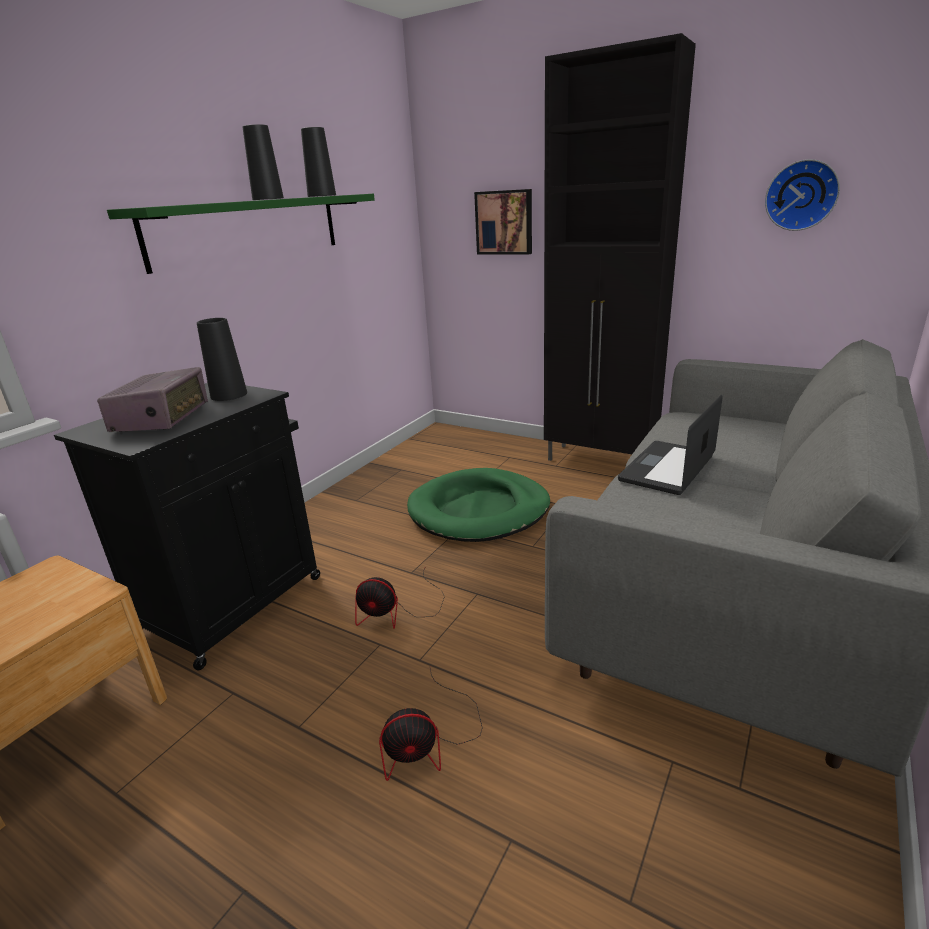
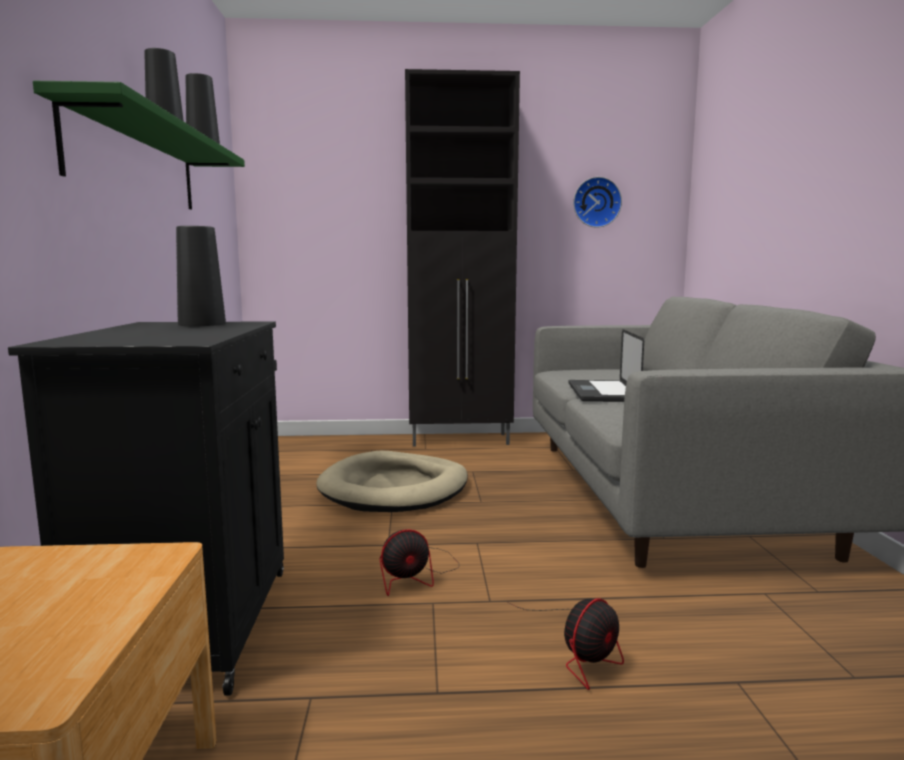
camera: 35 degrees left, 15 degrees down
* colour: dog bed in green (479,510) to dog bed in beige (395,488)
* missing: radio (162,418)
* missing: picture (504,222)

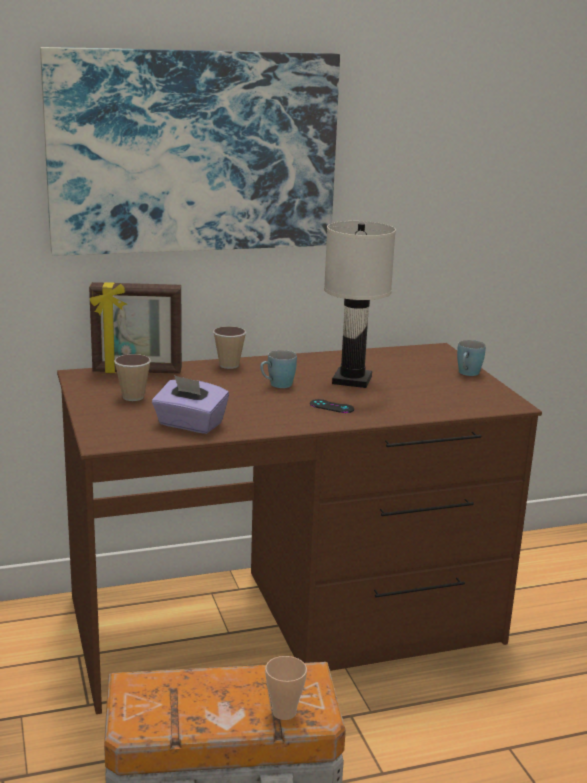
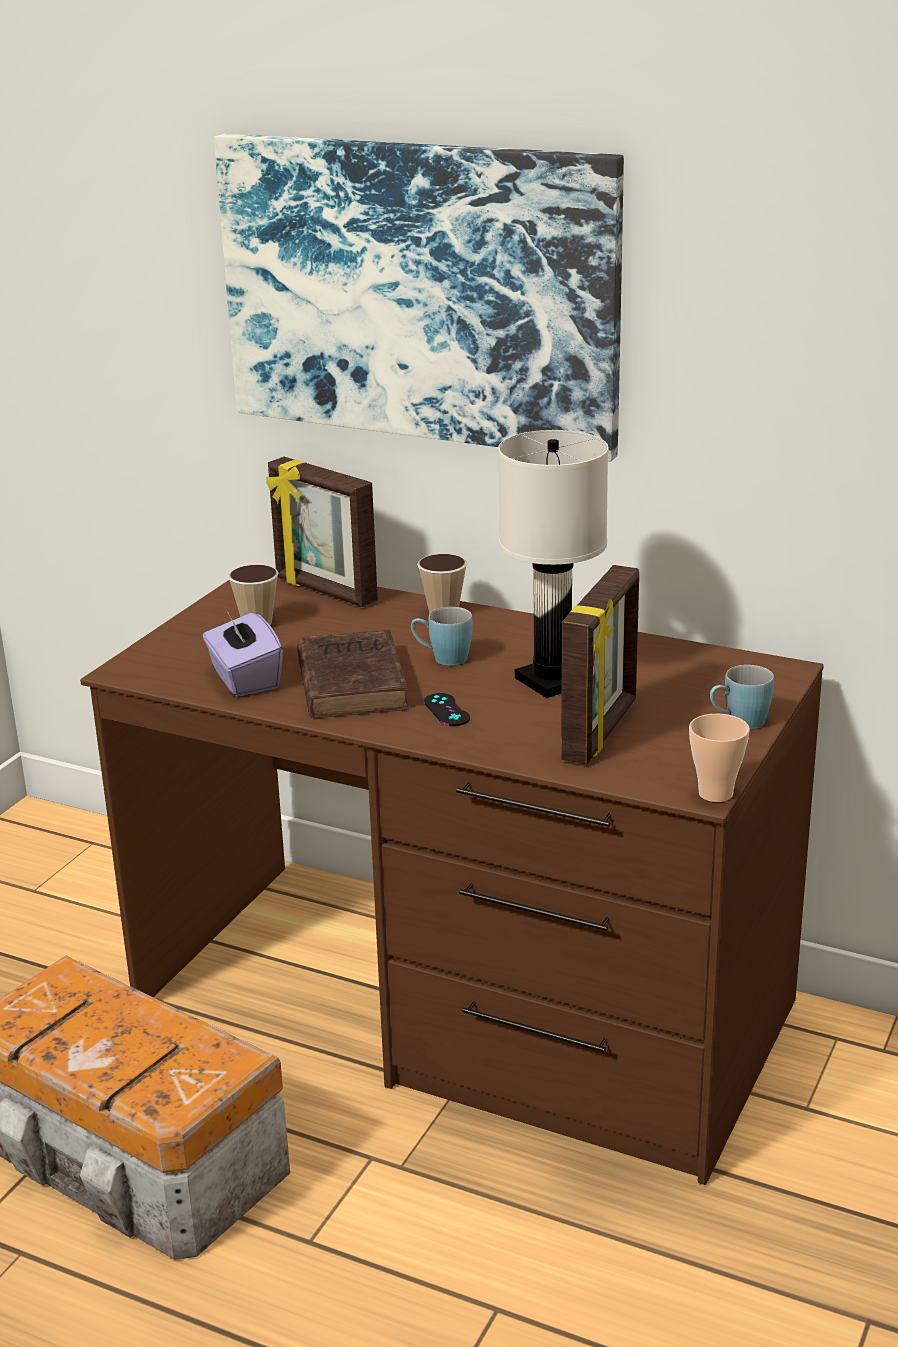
camera: 45 degrees right, 5 degrees up
* appeared: book in brown (351,681)
* appeared: picture frame (601,731)
* relocated: cup (284,712) to (715,794)

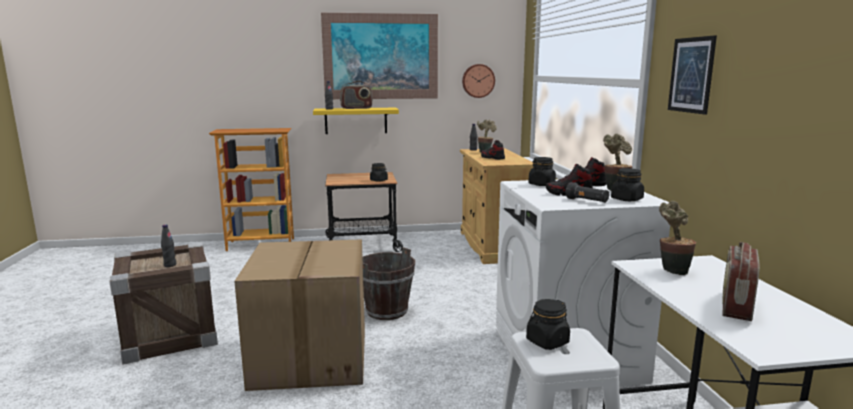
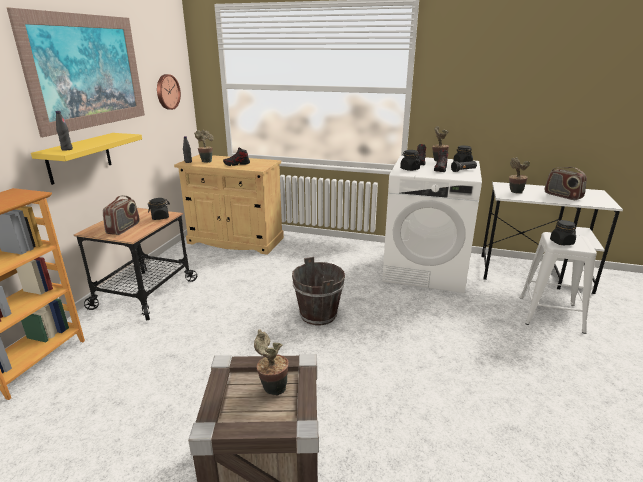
camera: 65 degrees left, 10 degrees up
* relocated: radio (356,108) to (124,228)
* exchanged: bottle in black (170,265) to potted plant (272,388)
* missing: cardboard box (312,358)
* missing: picture (691,75)

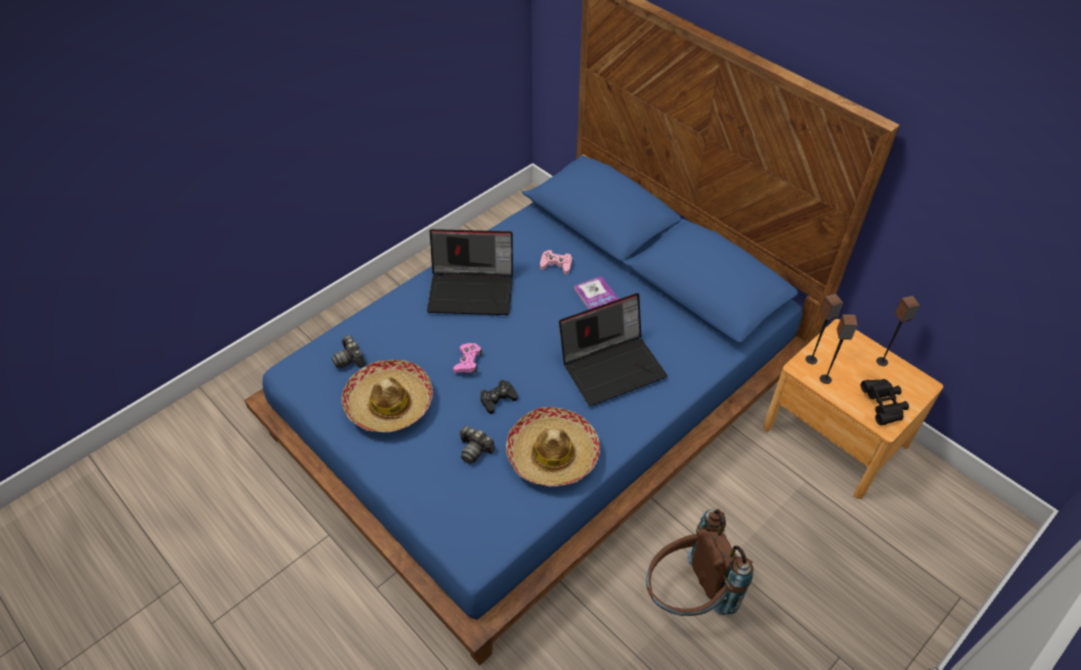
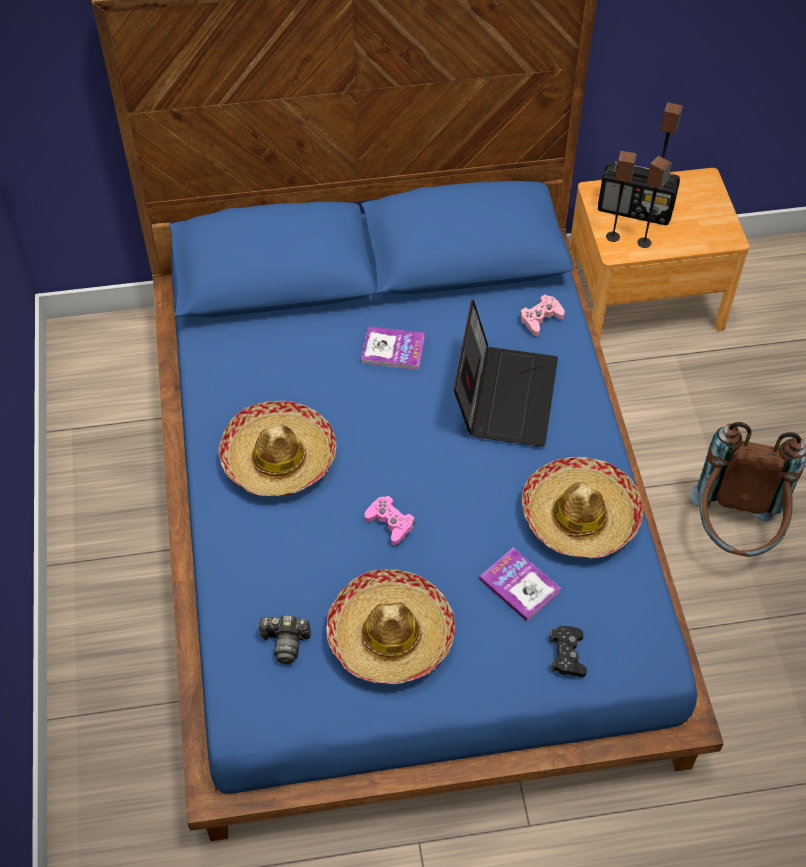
camera: 55 degrees left, 5 degrees up
* exchanged: laptop (472,290) to hat (279,458)
* exchanged: photo camera (475,450) to book (519,585)
* relocated: game controller in pink (556,265) to (540,318)
* relocated: game controller in black (498,399) to (567,655)
* appeared: radio (635,210)
* missing: binoculars in black (883,406)

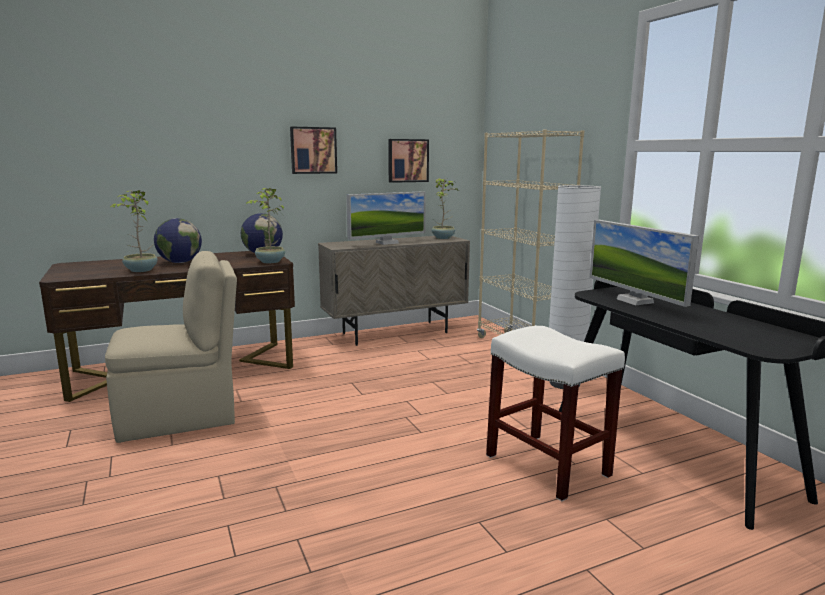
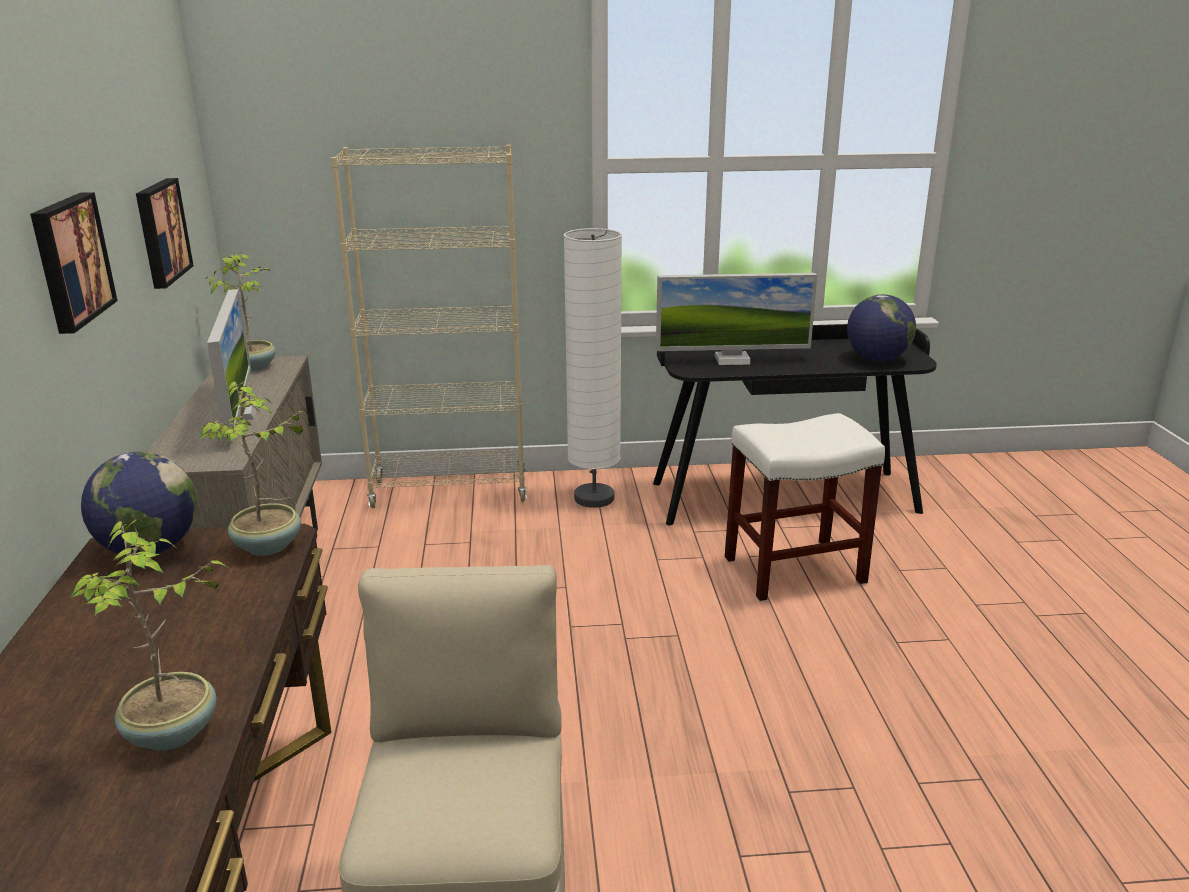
camera: 70 degrees left, 10 degrees up
* relocated: globe (180,262) to (877,359)

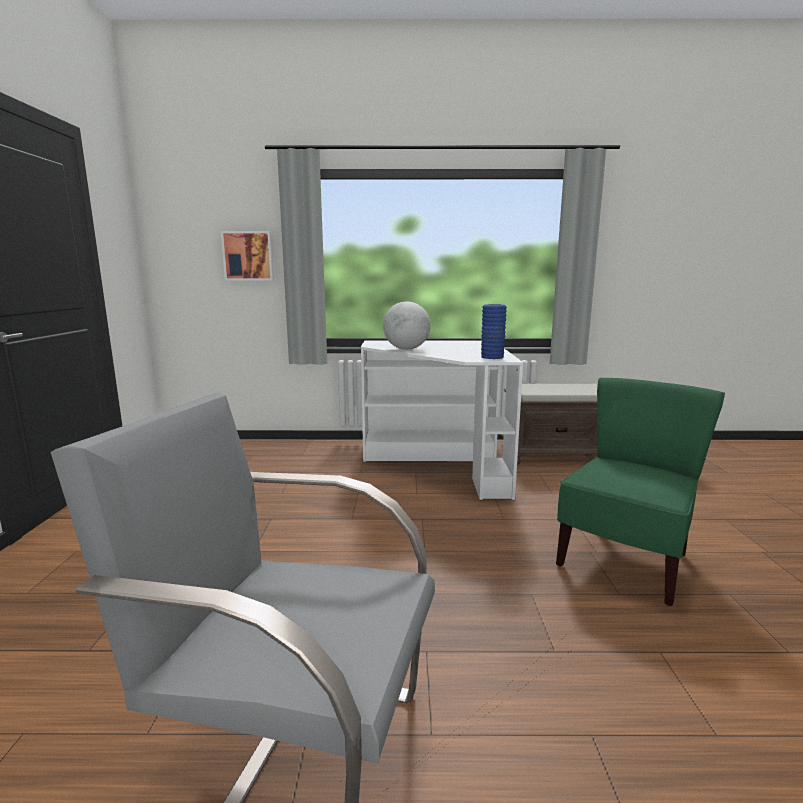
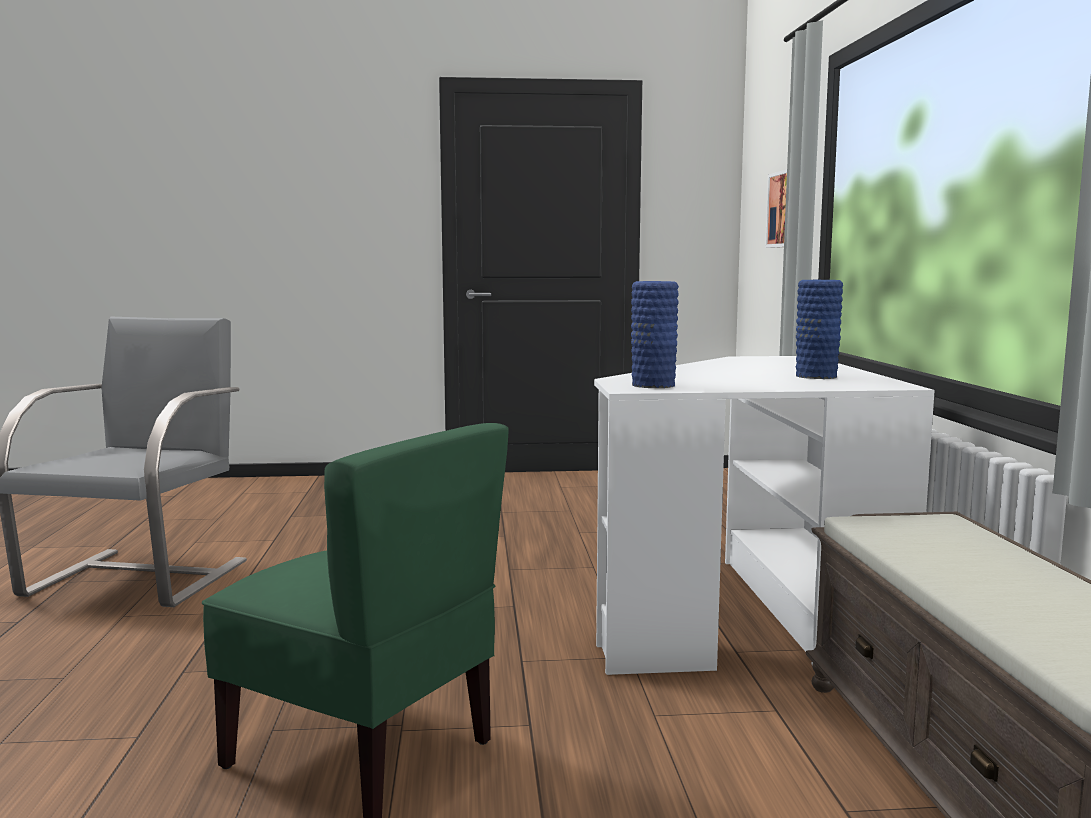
camera: 85 degrees right, 5 degrees down
* appeared: vase in blue (816,376)
* missing: globe (406,349)

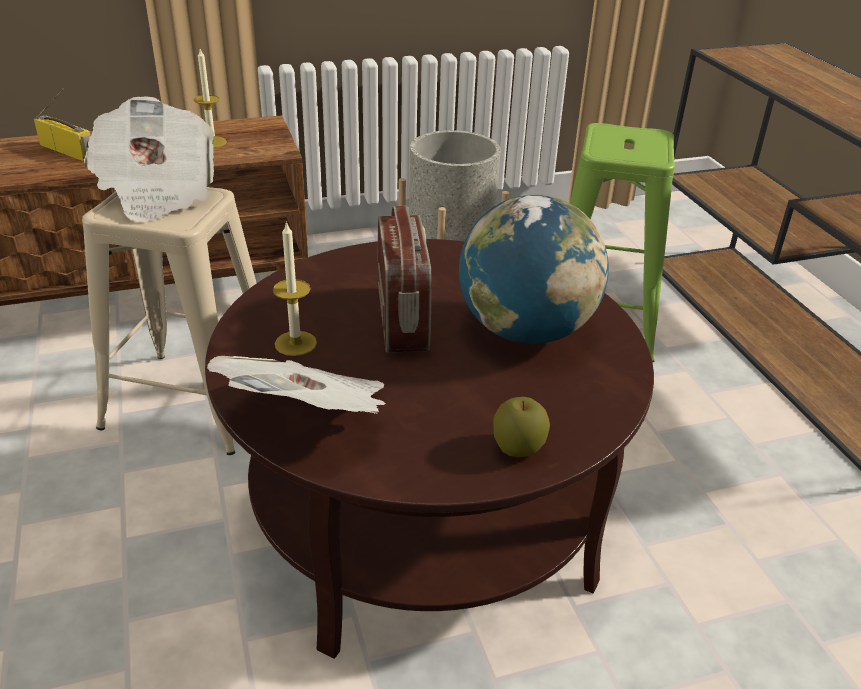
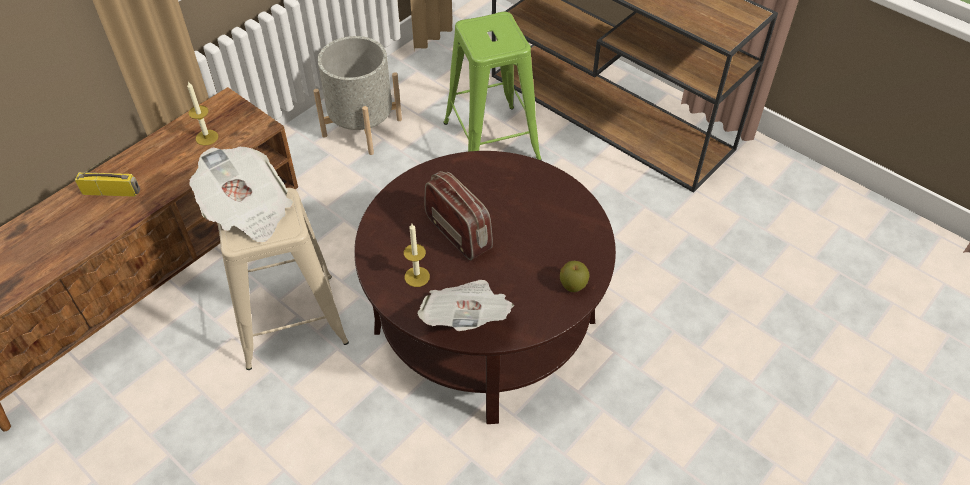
camera: 30 degrees left, 15 degrees up
* missing: globe (525,331)

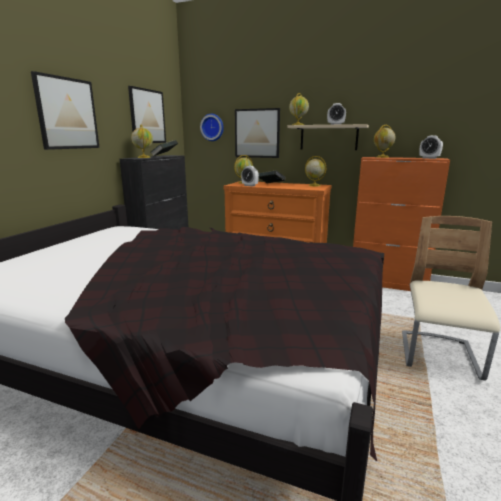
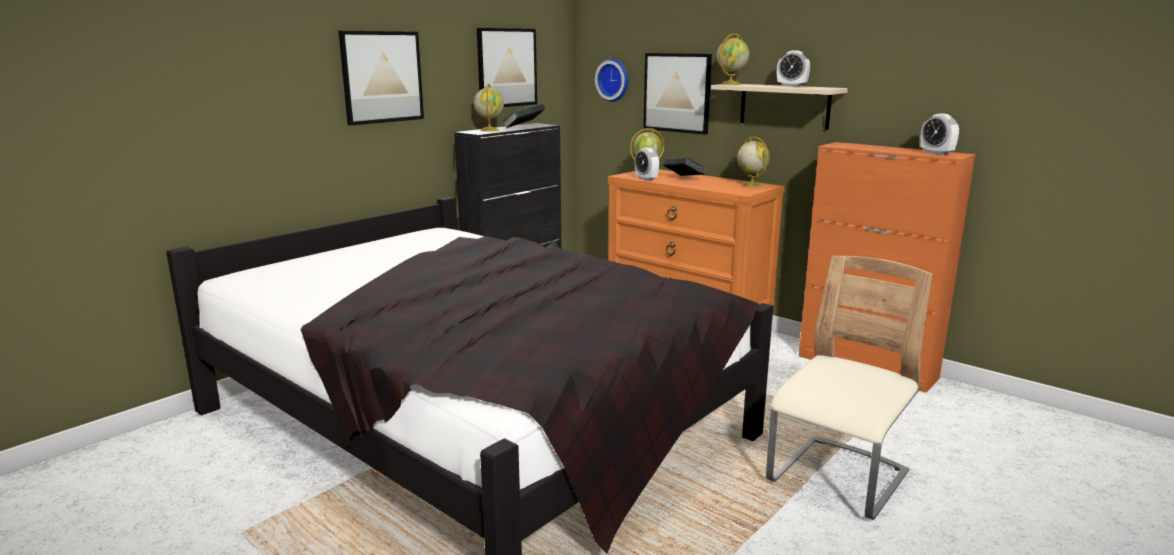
camera: 20 degrees right, 0 degrees up
* missing: globe (382,157)

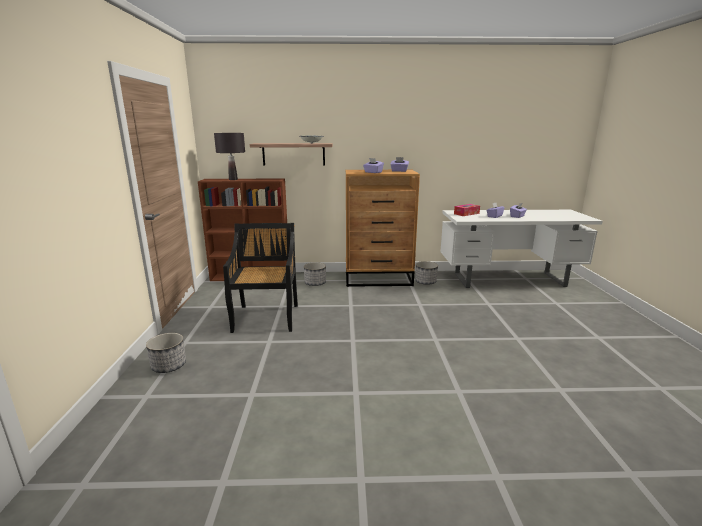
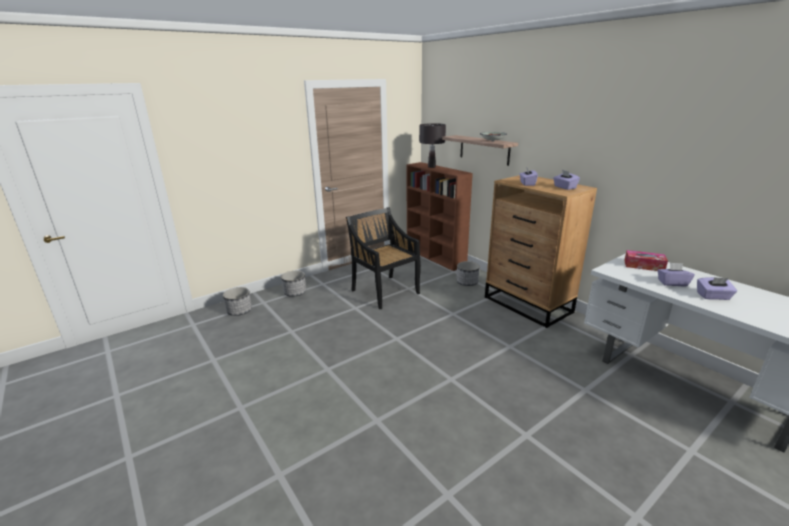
camera: 55 degrees right, 5 degrees up
* relocated: planter (425,282) to (239,311)
* spun: chair in black (266,317) = (384,291) 90 degrees counterclockwise

